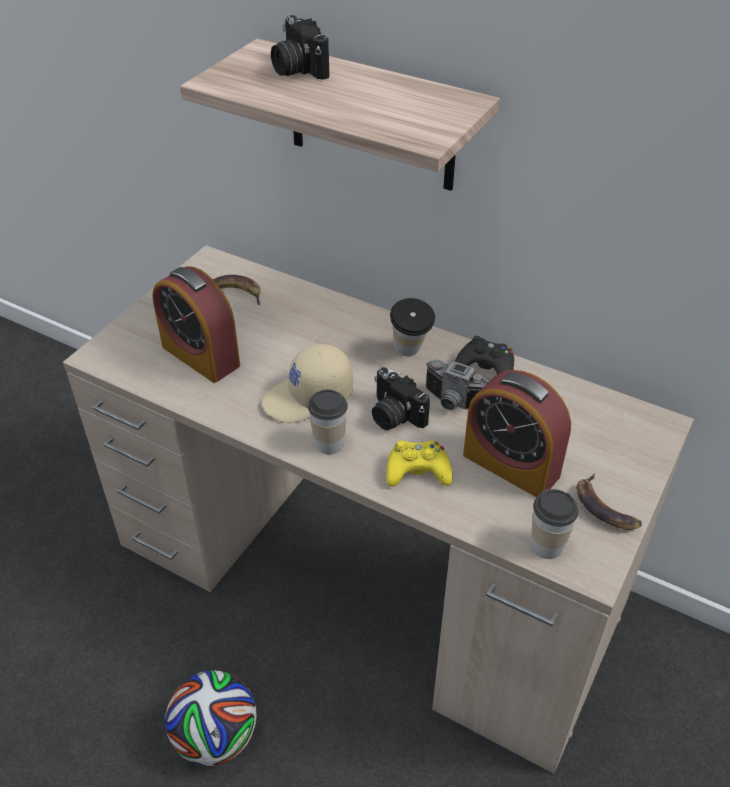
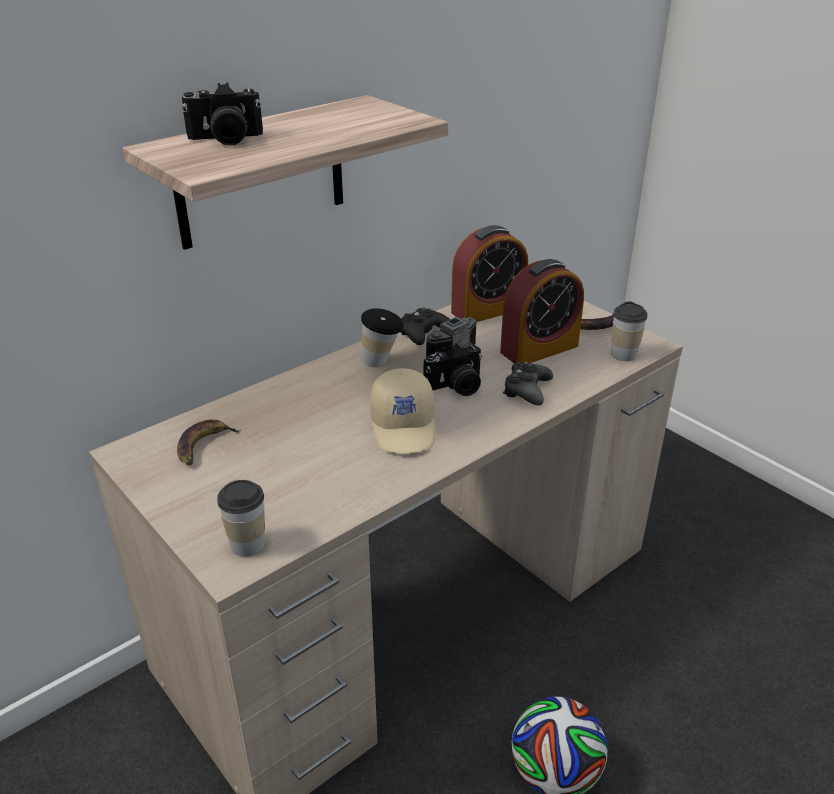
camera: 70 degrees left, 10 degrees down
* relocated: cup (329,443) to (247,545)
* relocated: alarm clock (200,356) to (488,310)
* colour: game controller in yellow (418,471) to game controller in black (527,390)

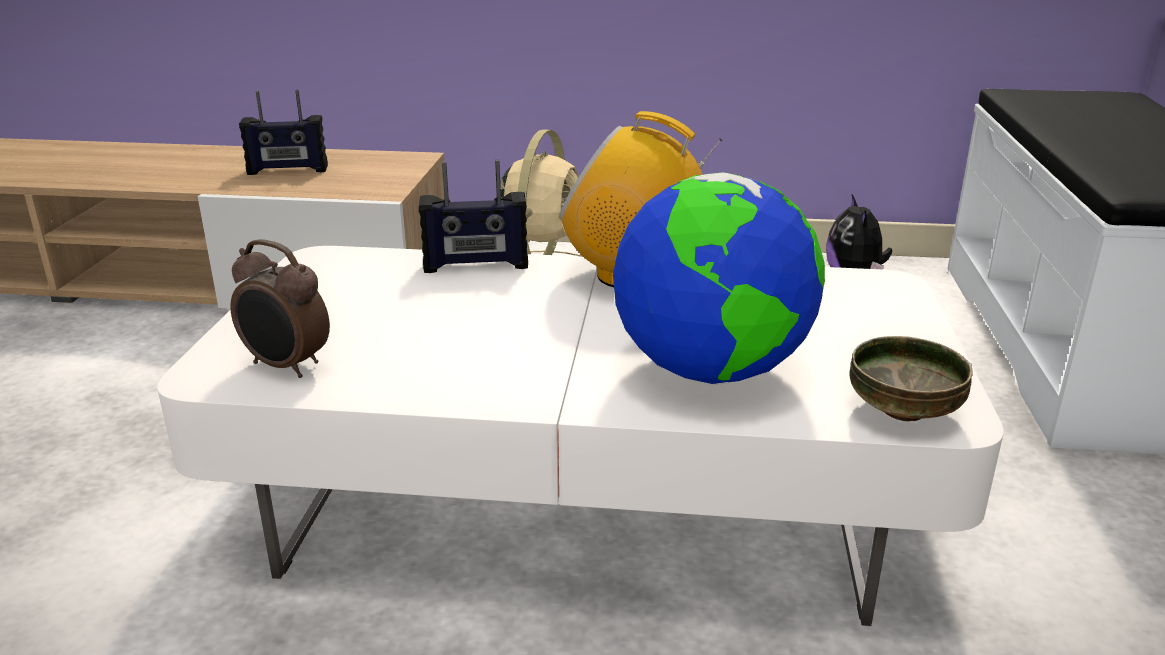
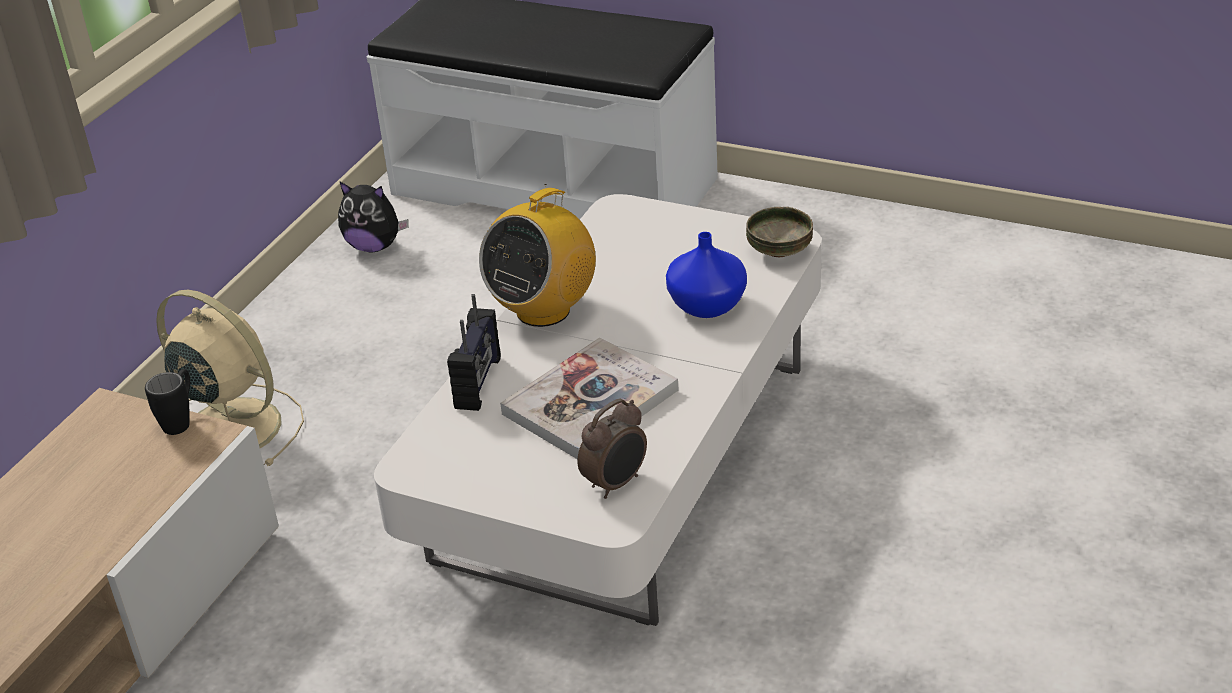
camera: 70 degrees left, 10 degrees up
* appeared: mug in black (181,420)
* appeared: book (590,402)
* exchanged: globe (711,371) to vase in blue (706,305)
* missing: radio (288,170)

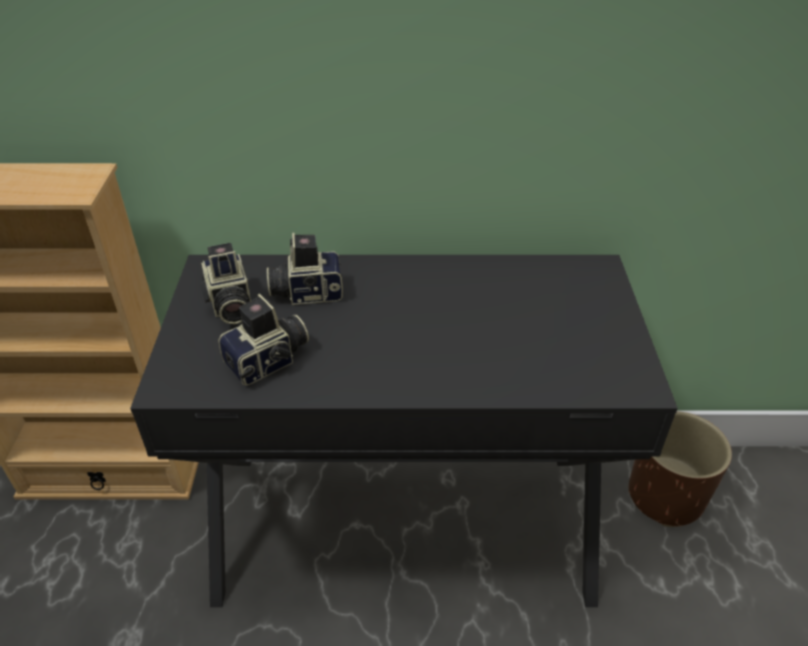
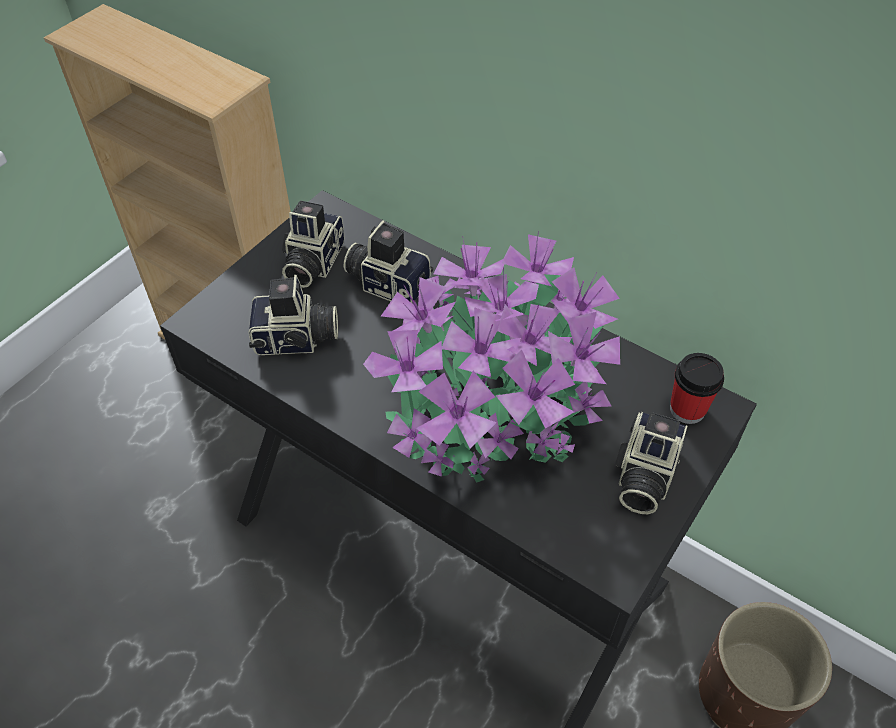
camera: 35 degrees right, 10 degrees up
* appeared: potted plant (490,407)
* appeared: photo camera (643,475)
* appeared: cup (687,409)

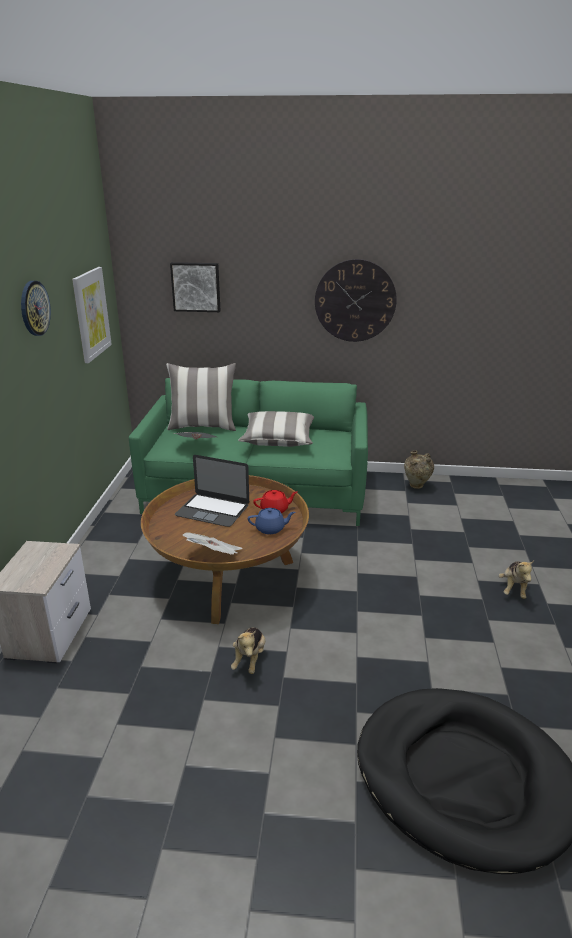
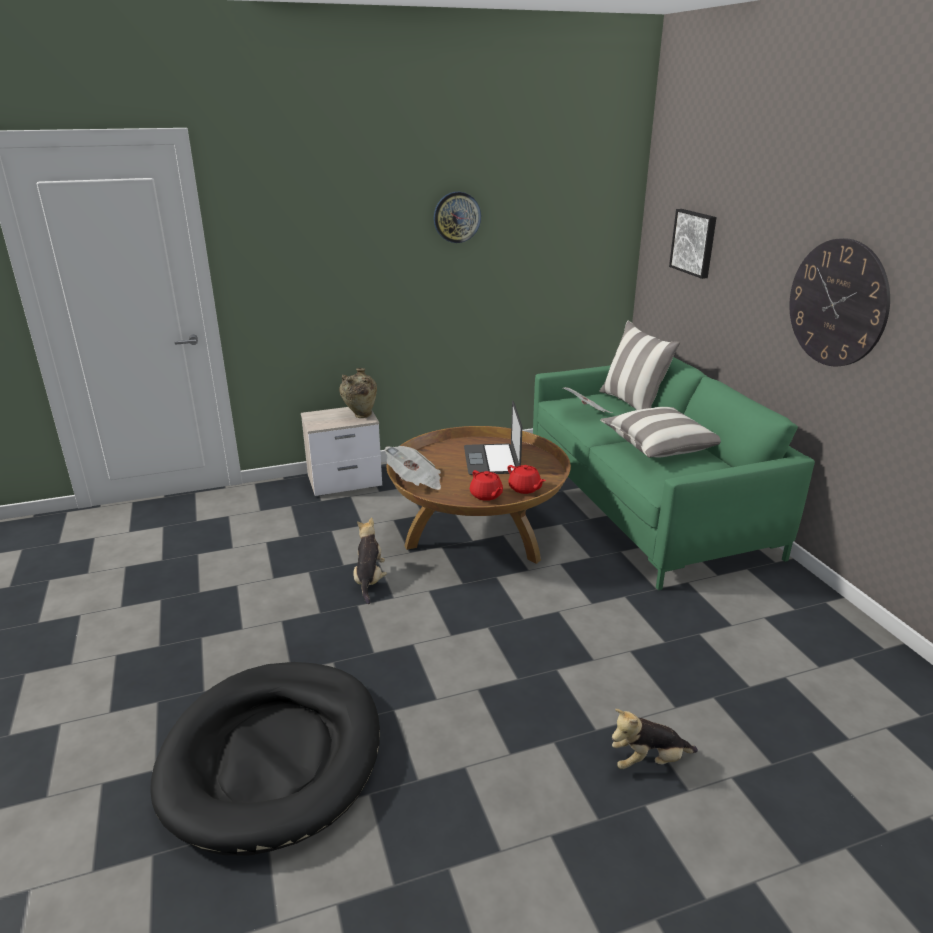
camera: 65 degrees right, 0 degrees up
* relocated: vase in beige (417,487) to (360,416)
* spun: plush toy (249,659) = (369,580) 105 degrees clockwise
* colour: teapot in blue (271,529) to teapot in red (486,495)
* missing: picture (91,314)

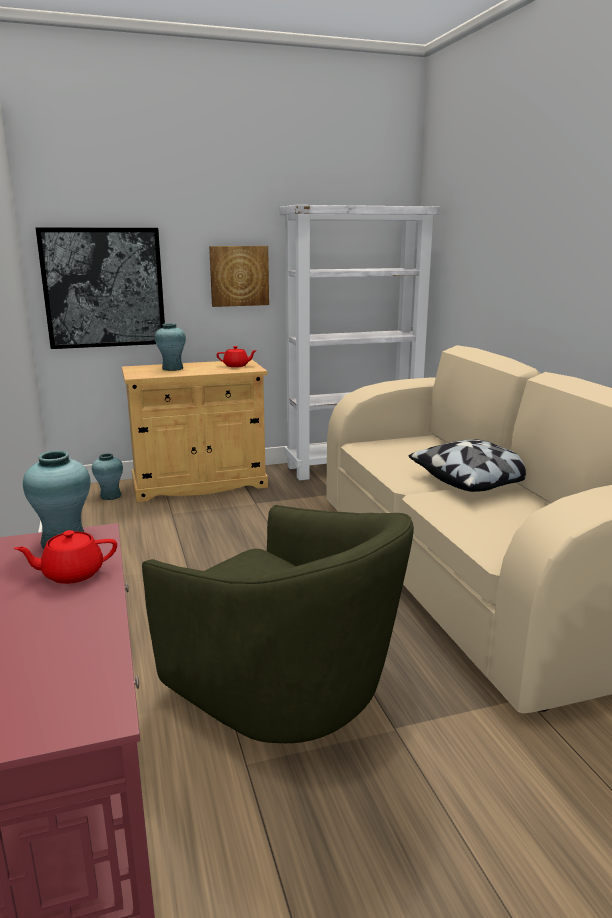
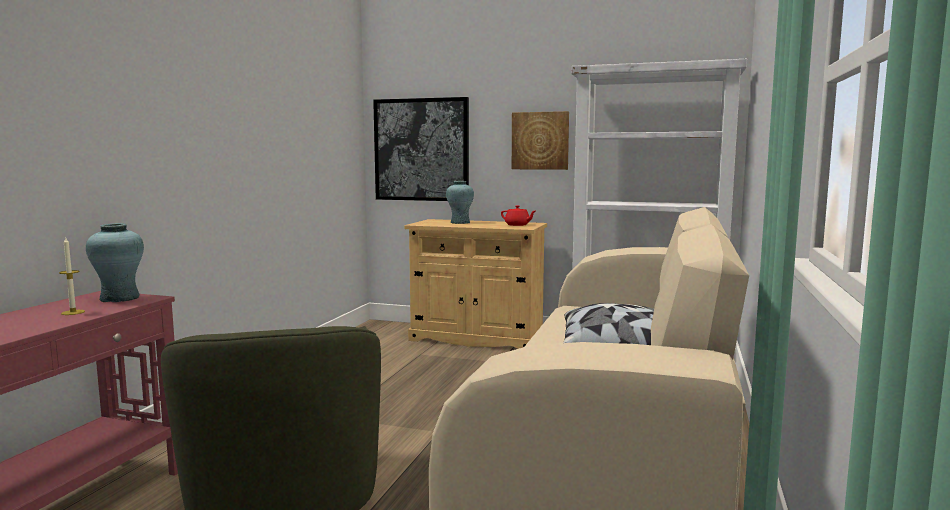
camera: 35 degrees right, 10 degrees down
* exchanged: teapot in red (71,574) to candle (73,312)
* missing: vase in turquoise (110,496)

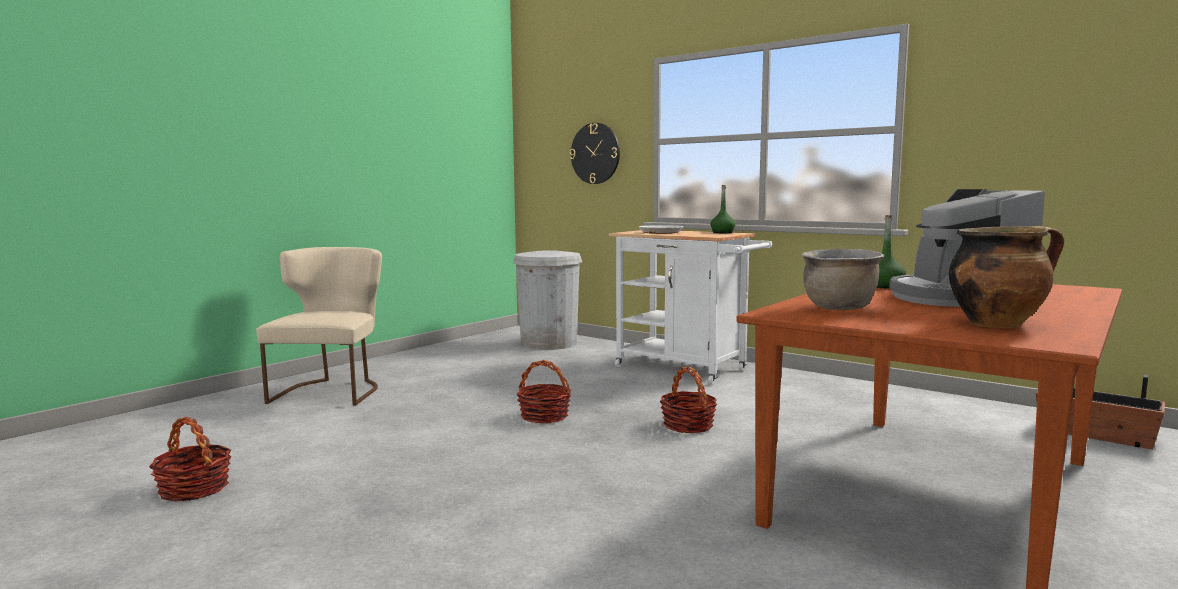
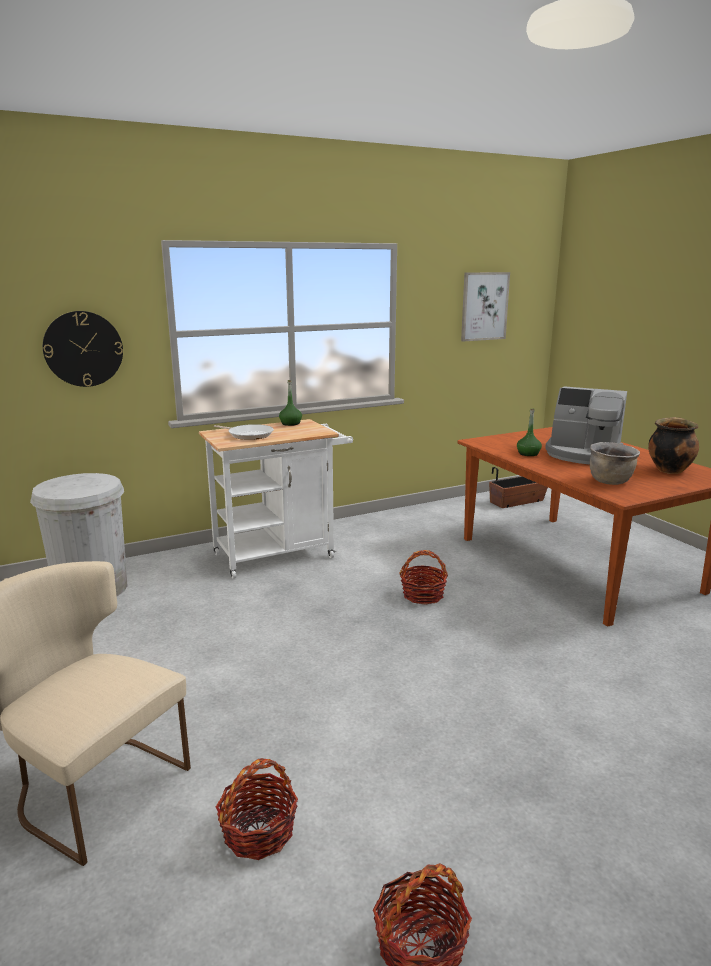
camera: 65 degrees left, 10 degrees up
* relocated: basket (544,416) to (259,831)
* appeared: picture (484,306)

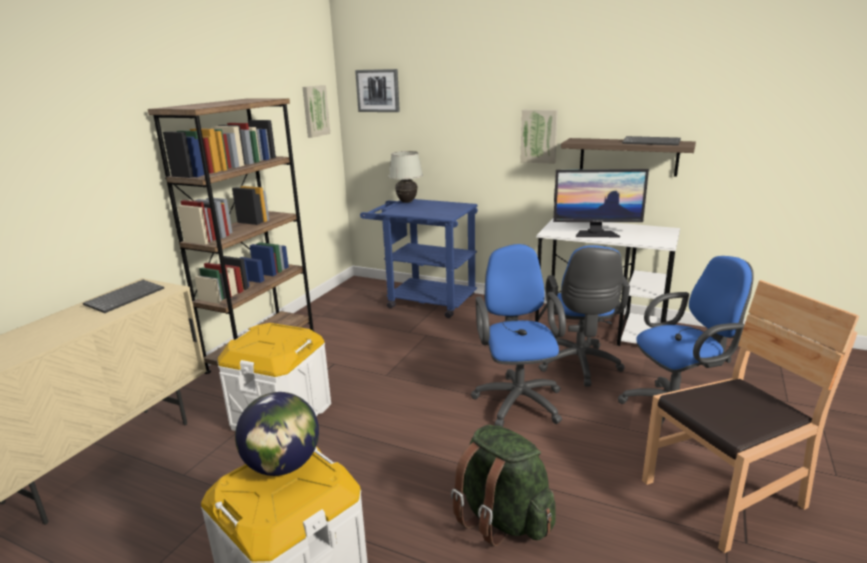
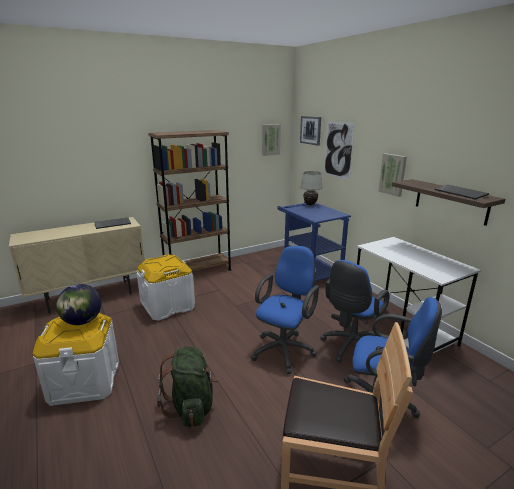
camera: 35 degrees right, 0 degrees up
* appeared: picture (338,150)
* missing: monitor (596,234)

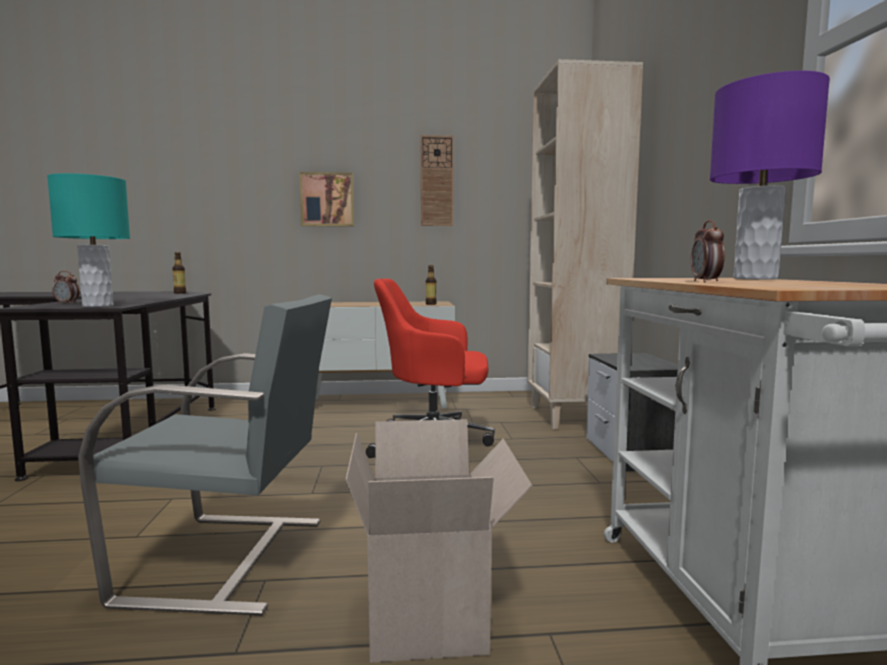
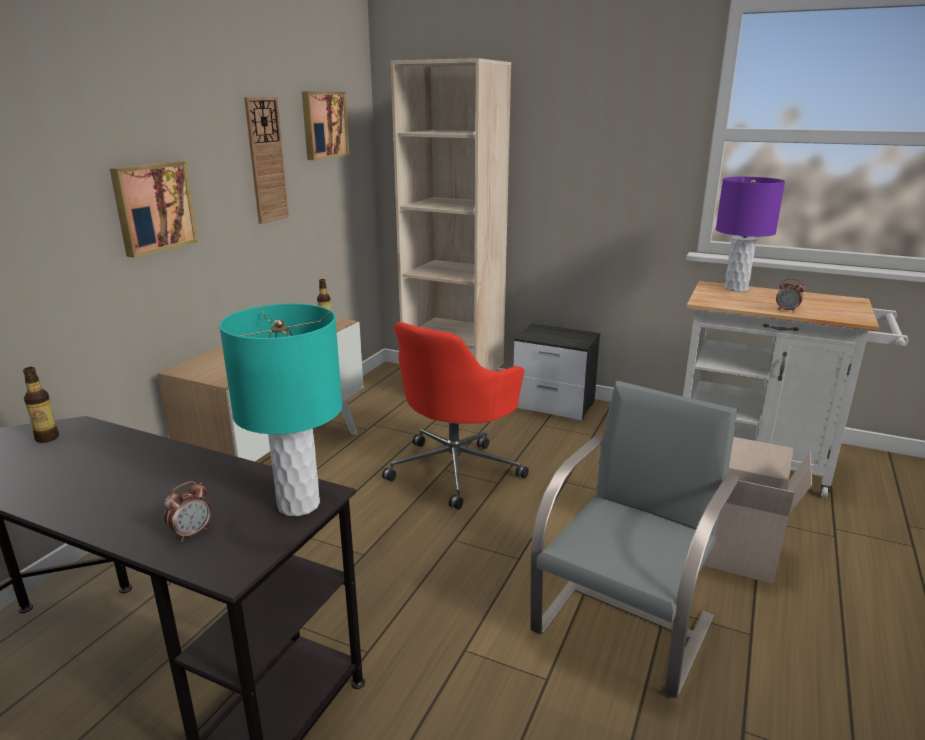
camera: 60 degrees left, 15 degrees up
* appeared: picture (323,125)

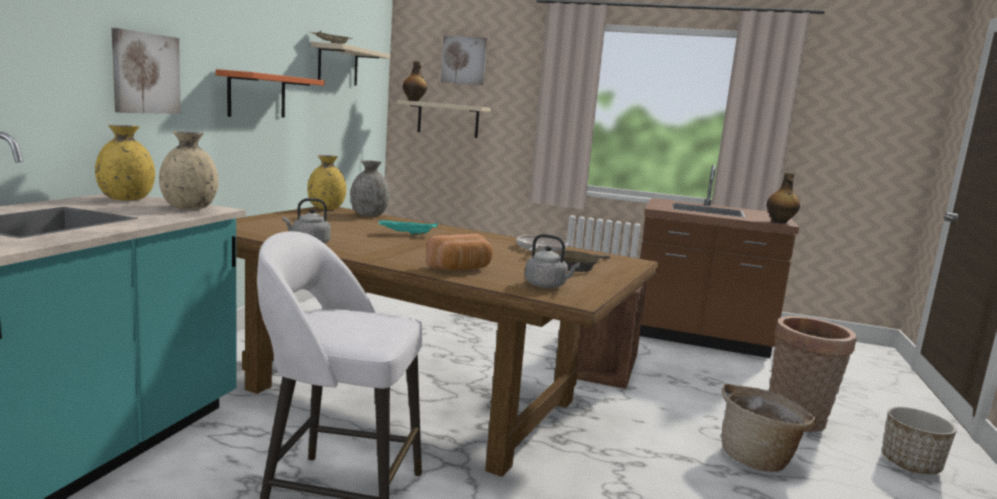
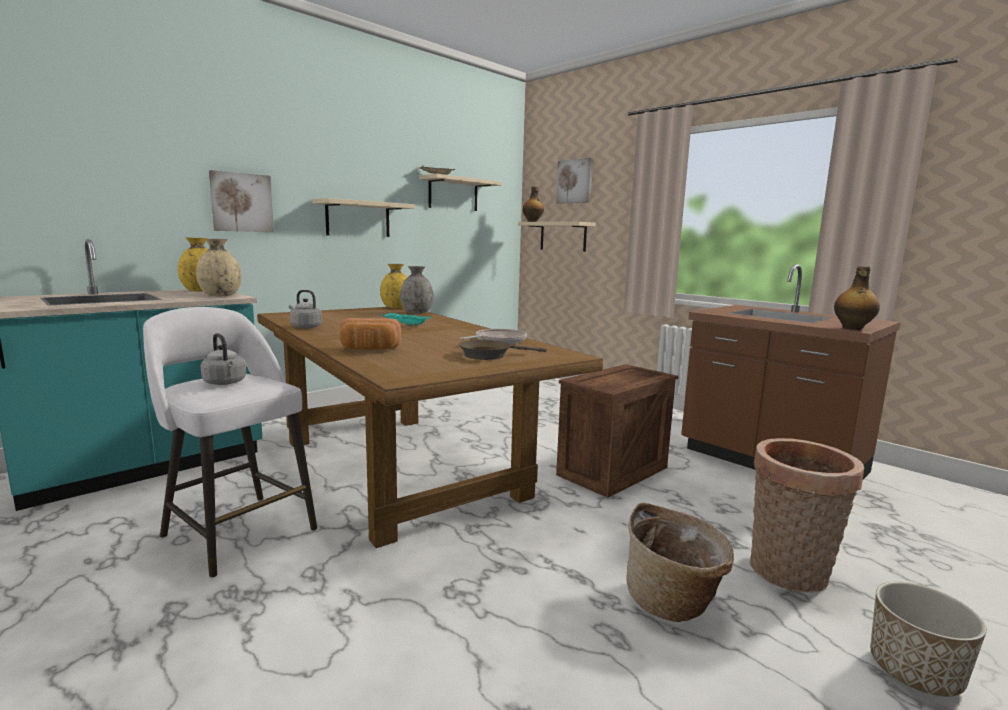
camera: 30 degrees right, 0 degrees up
* relocated: kettle in grey (547,286) to (225,383)
* colour: shelf in orange (257,95) to shelf in beige (358,219)

